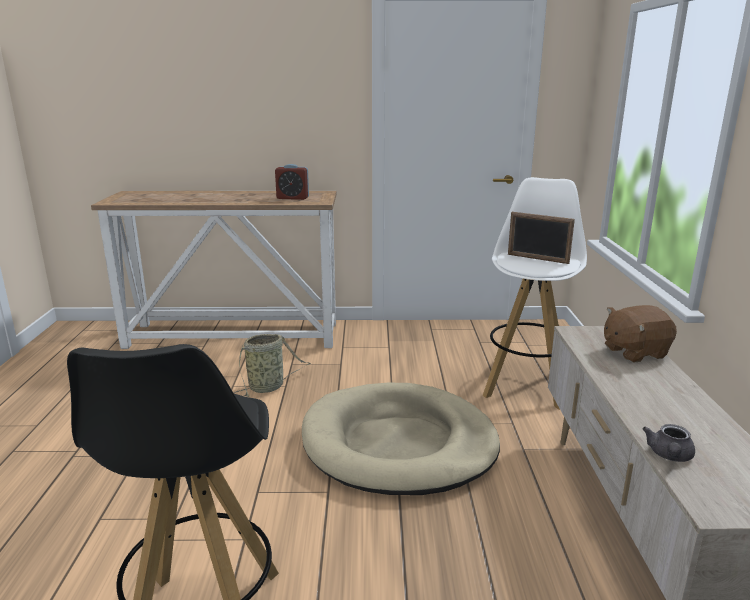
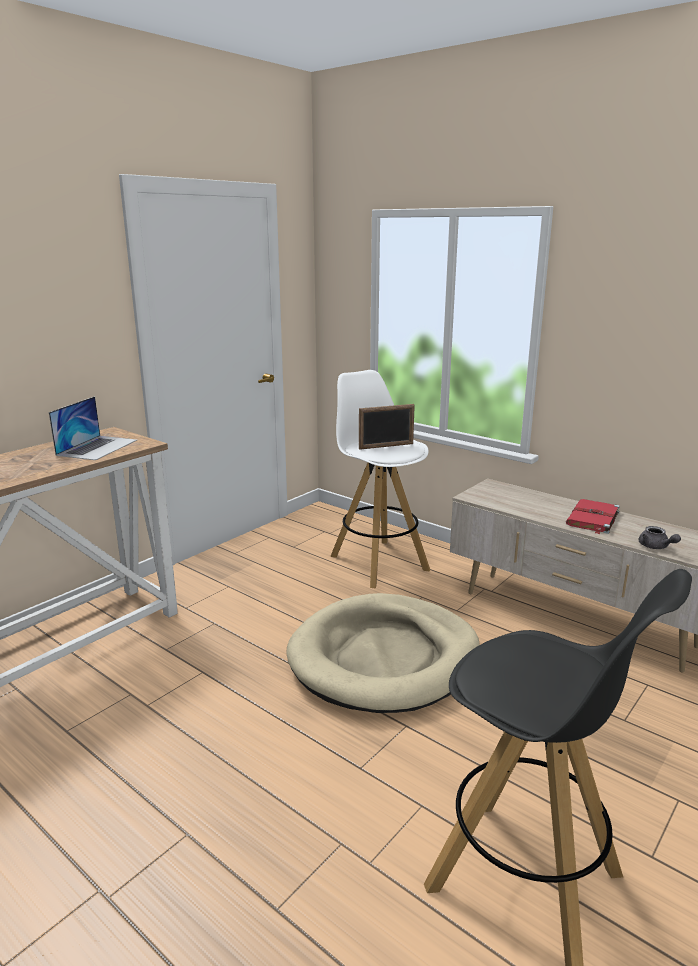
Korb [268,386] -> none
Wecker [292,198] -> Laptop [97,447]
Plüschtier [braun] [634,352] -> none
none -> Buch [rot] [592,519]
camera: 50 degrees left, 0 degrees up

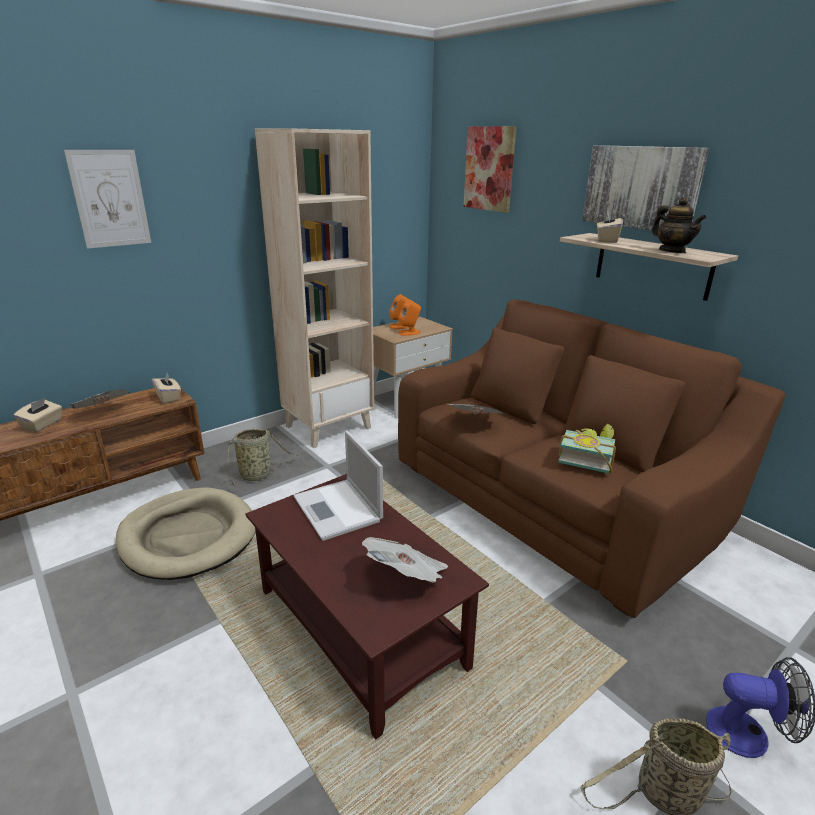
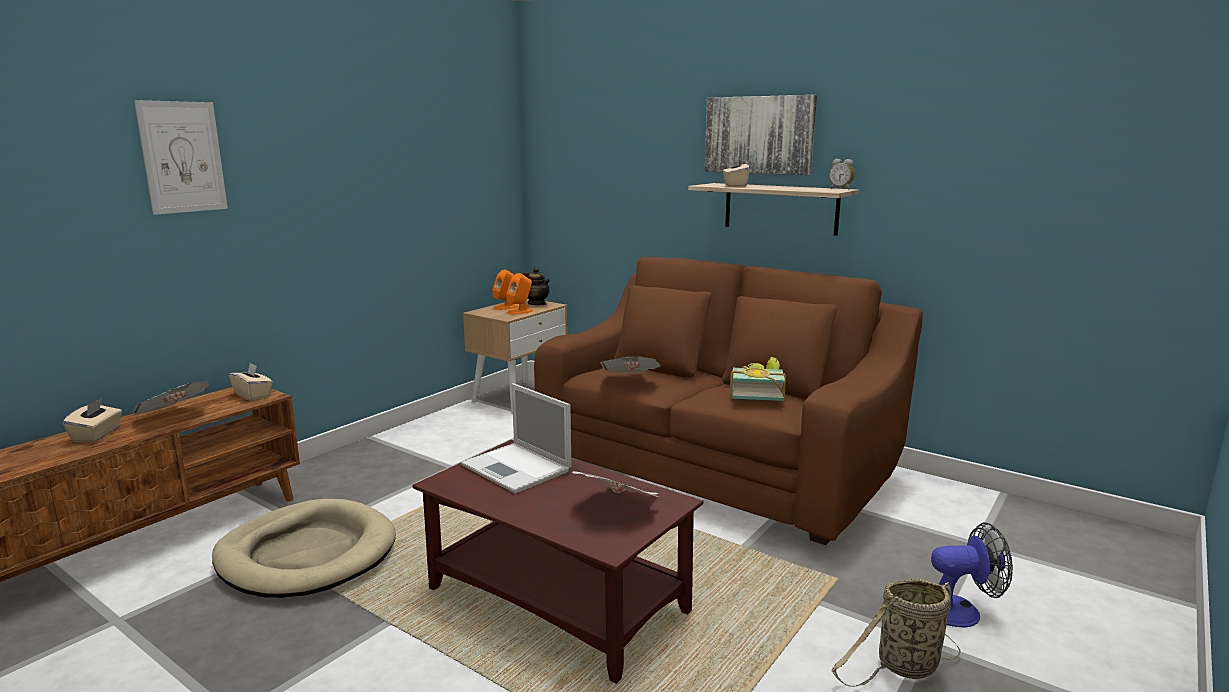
Korb [258,475] -> none
Bücherregal [beige] [328,426] -> none
Bild [489,169] -> none
Teekanne [672,251] -> Teekanne [537,304], relocated
none -> Wecker [841,189]
camera: 15 degrees left, 10 degrees down

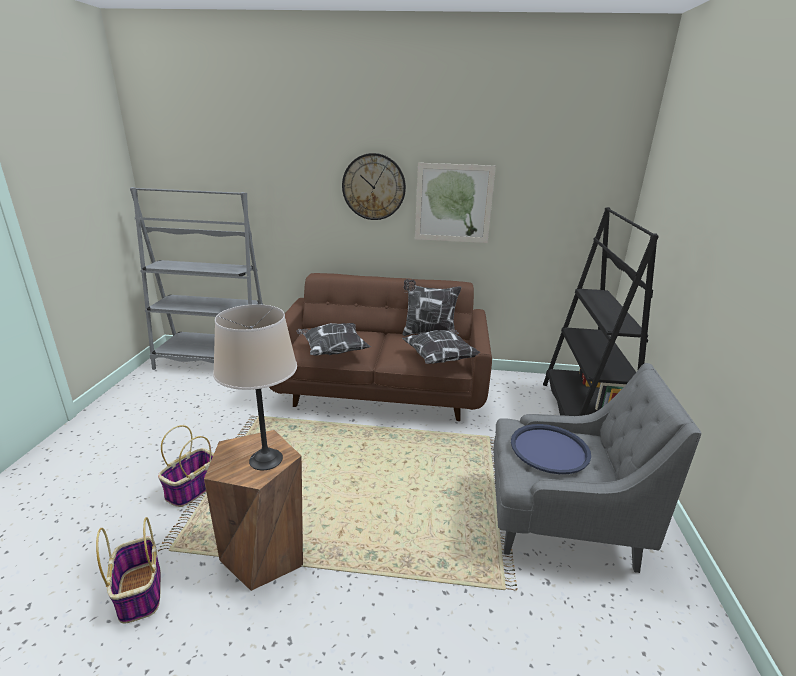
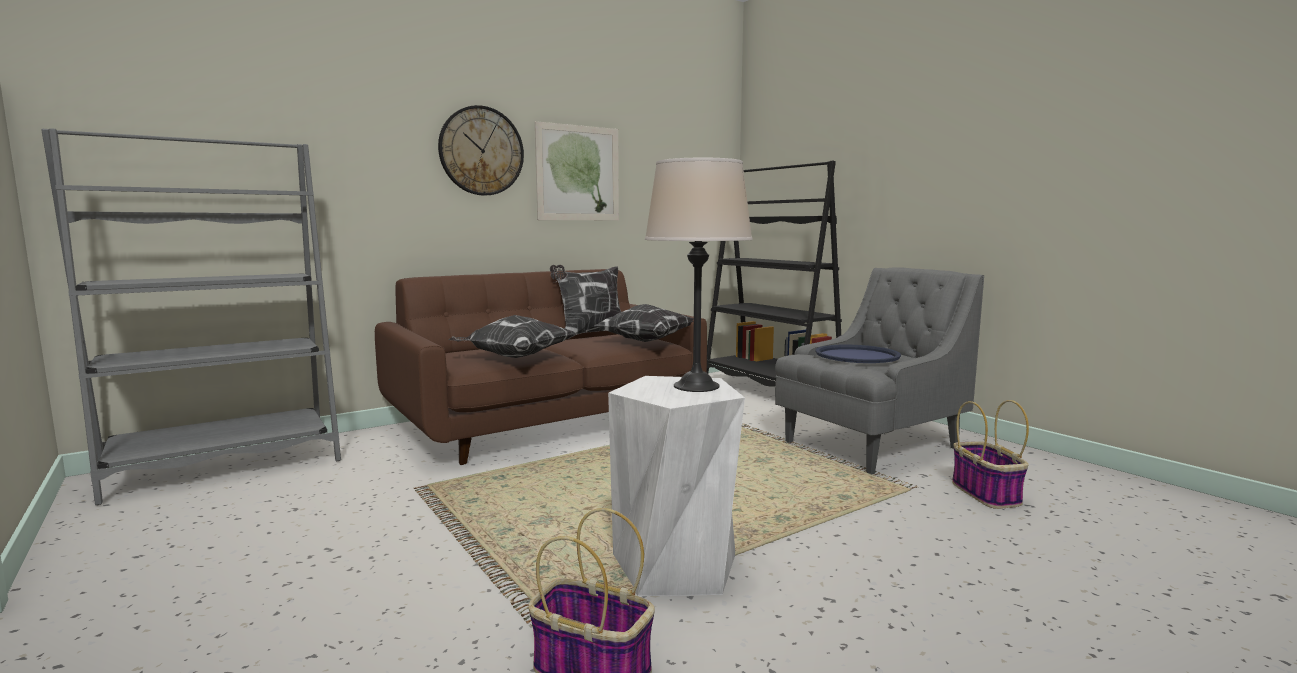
Korb [192,489] -> Korb [987,494], relocated
Hocker [braun] [265,552] -> Hocker [weiß] [676,566]
camera: 40 degrees left, 15 degrees down

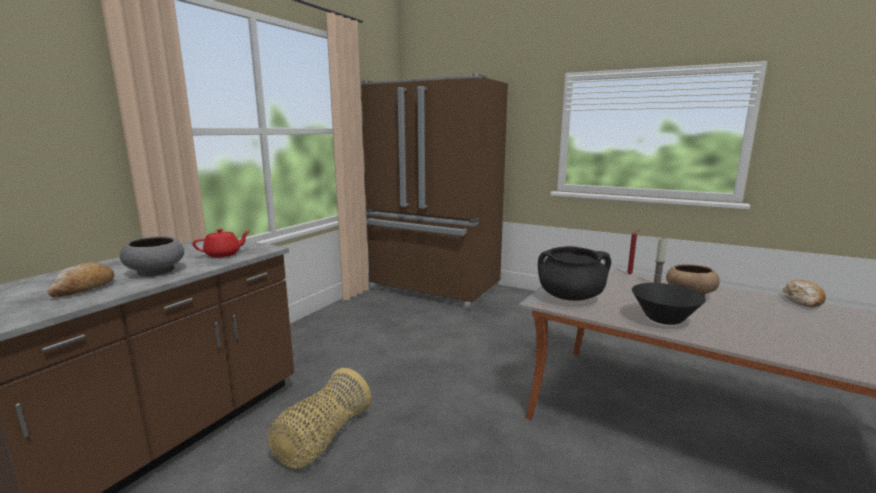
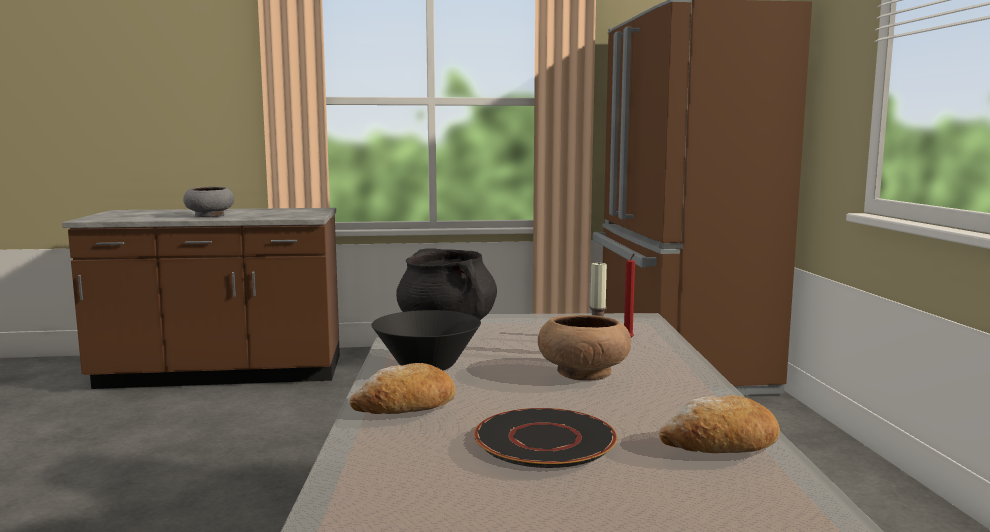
Brot [84,289] -> Brot [406,407], relocated
Teekanne [rot] [223,254] -> none
Korb [321,440] -> none
none -> Teller [schwarz] [544,439]
camera: 55 degrees right, 5 degrees down

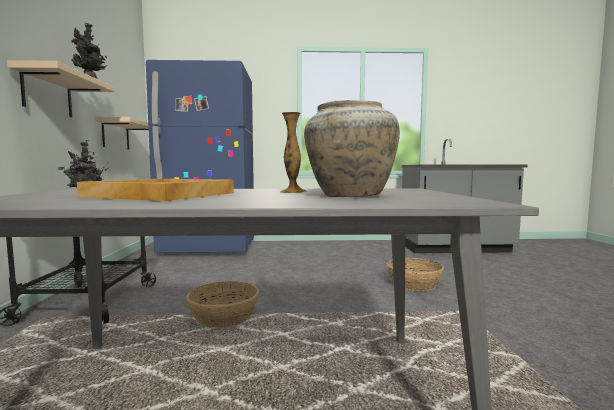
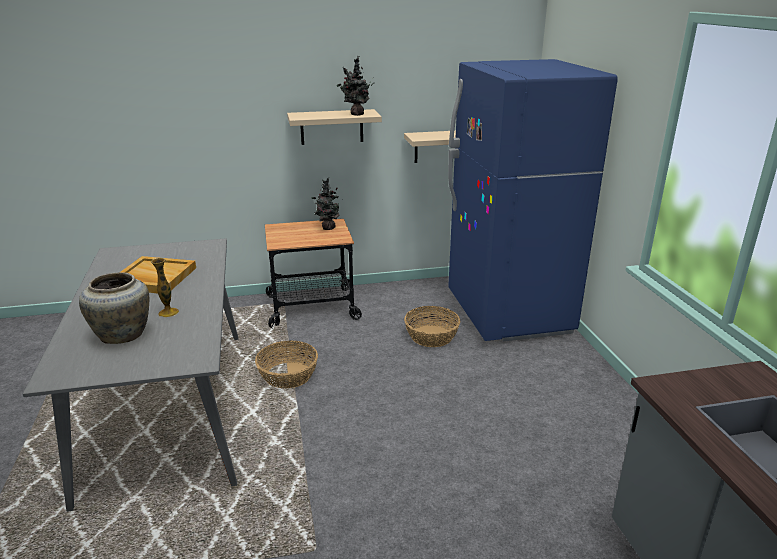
Korb [414,284] -> Korb [431,336], relocated
camera: 80 degrees right, 20 degrees up

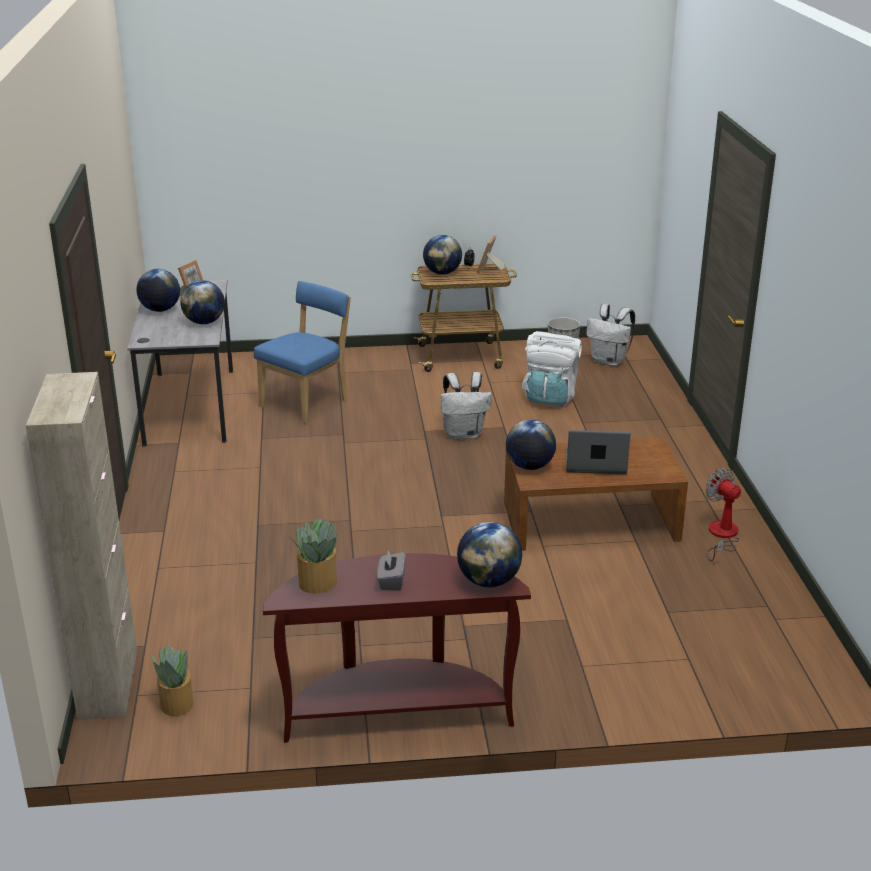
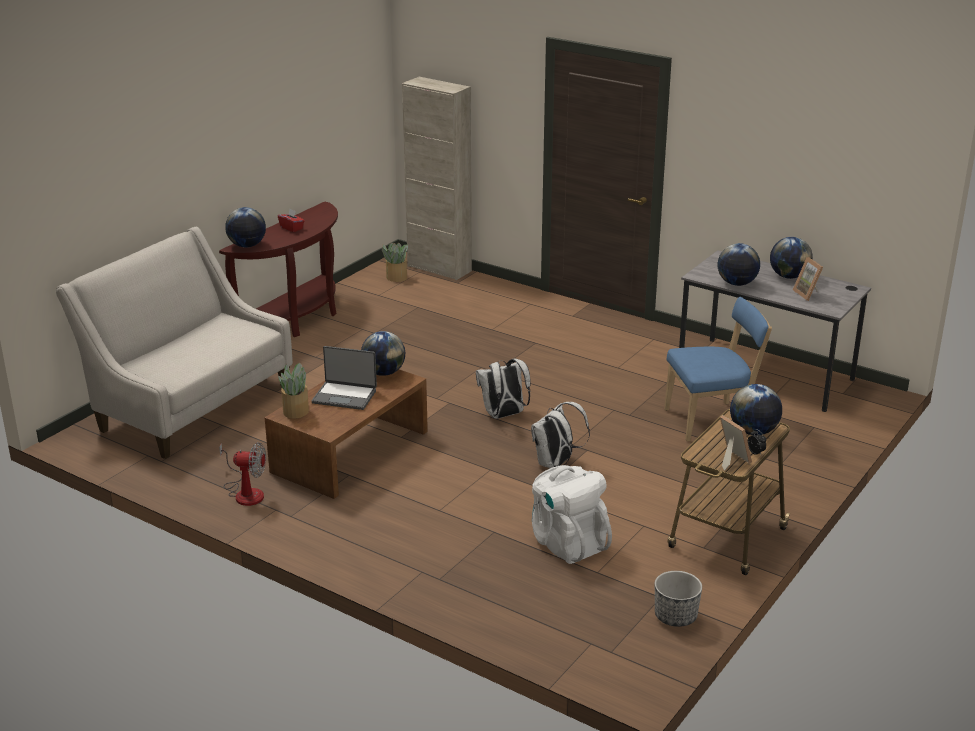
Stuhl [blau] [307,402] -> Stuhl [blau] [711,421], 90 degrees counterclockwise
Topfpflanze [317,583] -> Topfpflanze [296,411], relocated
Taschentuchbox [grau] [391,581] -> Taschentuchbox [rot] [291,228]
Laptop [595,464] -> Laptop [345,396], 60 degrees clockwise
Rucksack [weiß] [609,361] -> Rucksack [weiß] [503,415], relocated
none -> Sofa [beige] [189,404]
camera: 130 degrees right, 0 degrees up

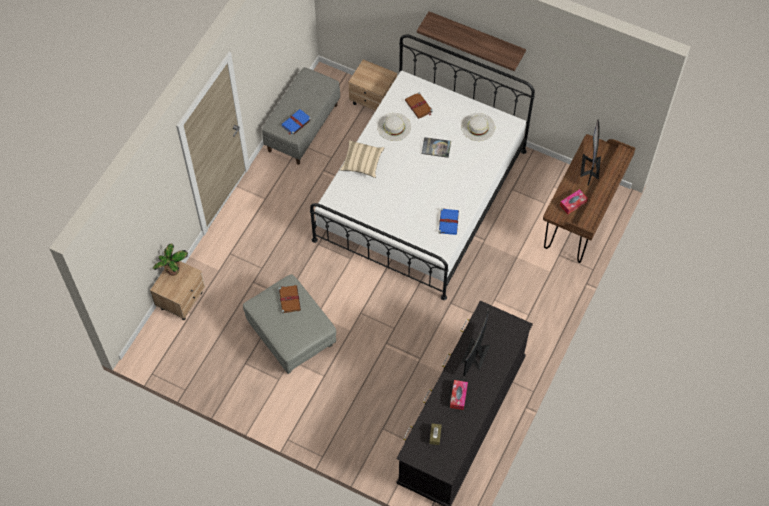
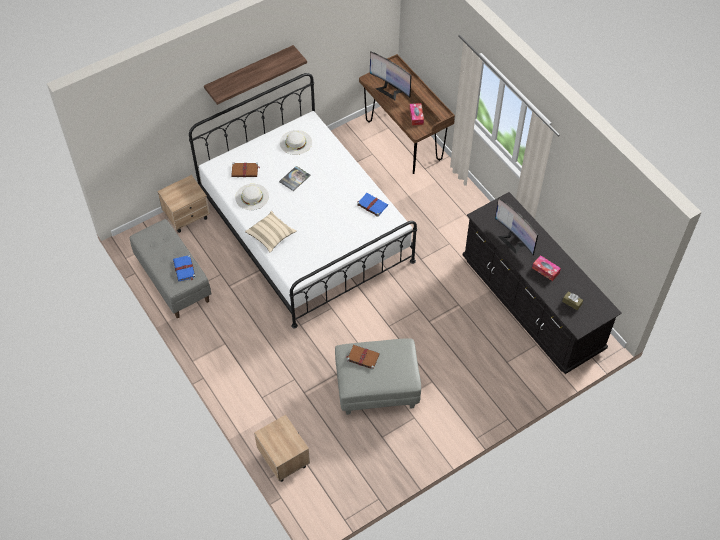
Topfpflanze [173,271] -> none
camera: 60 degrees left, 5 degrees down

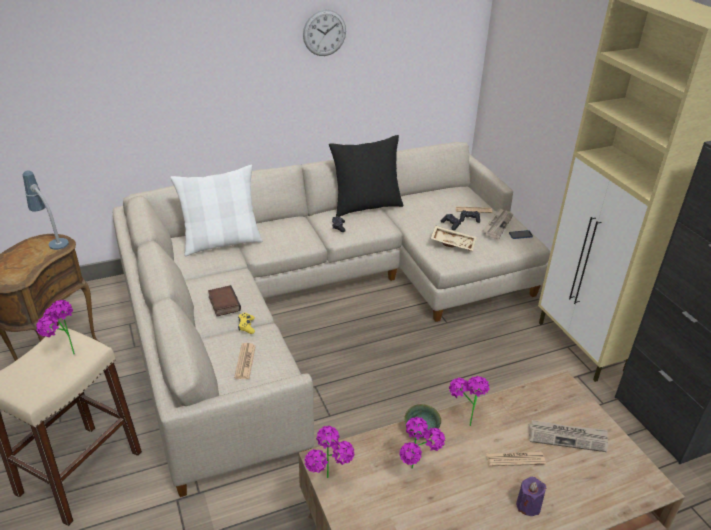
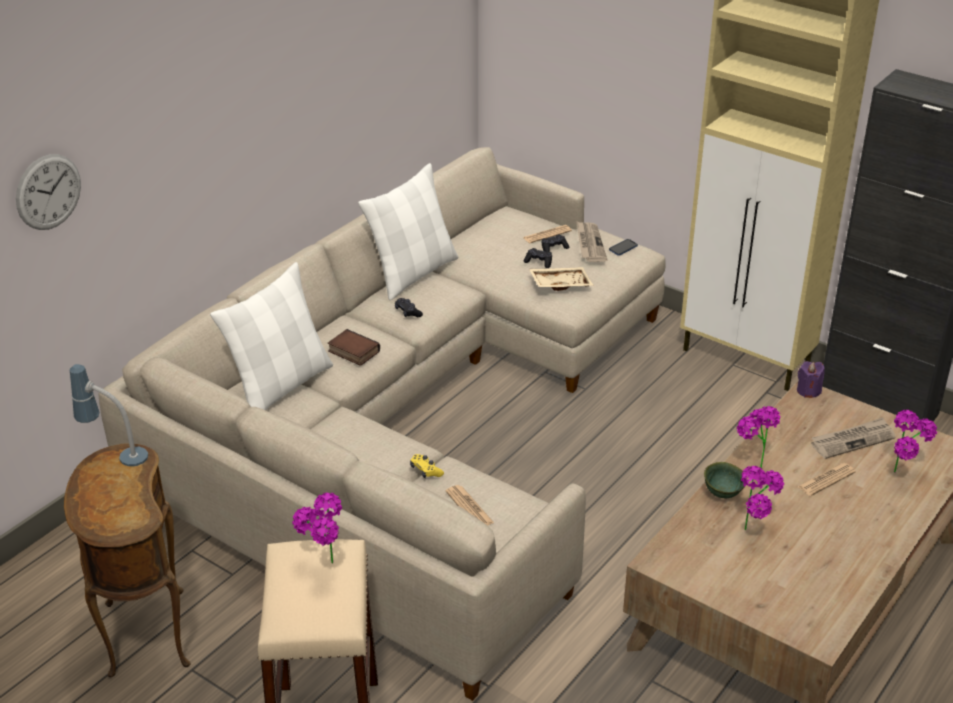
Buch [223,303] -> Buch [352,352], relocated
Wanduhr [324,33] -> Wanduhr [48,192], relocated
Topfpflanze [329,484] -> Topfpflanze [903,476], relocated
Kissen [schwarz] [366,206] -> Kissen [weiß] [413,273]
Kerze [lila] [528,505] -> Kerze [lila] [808,391], relocated
camera: 30 degrees left, 0 degrees up

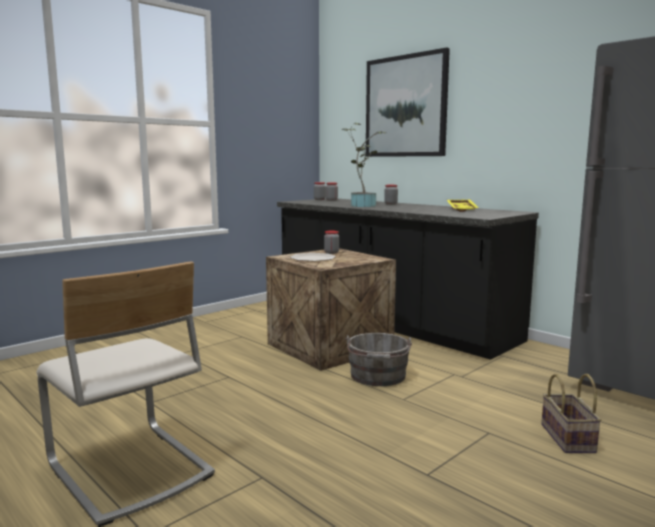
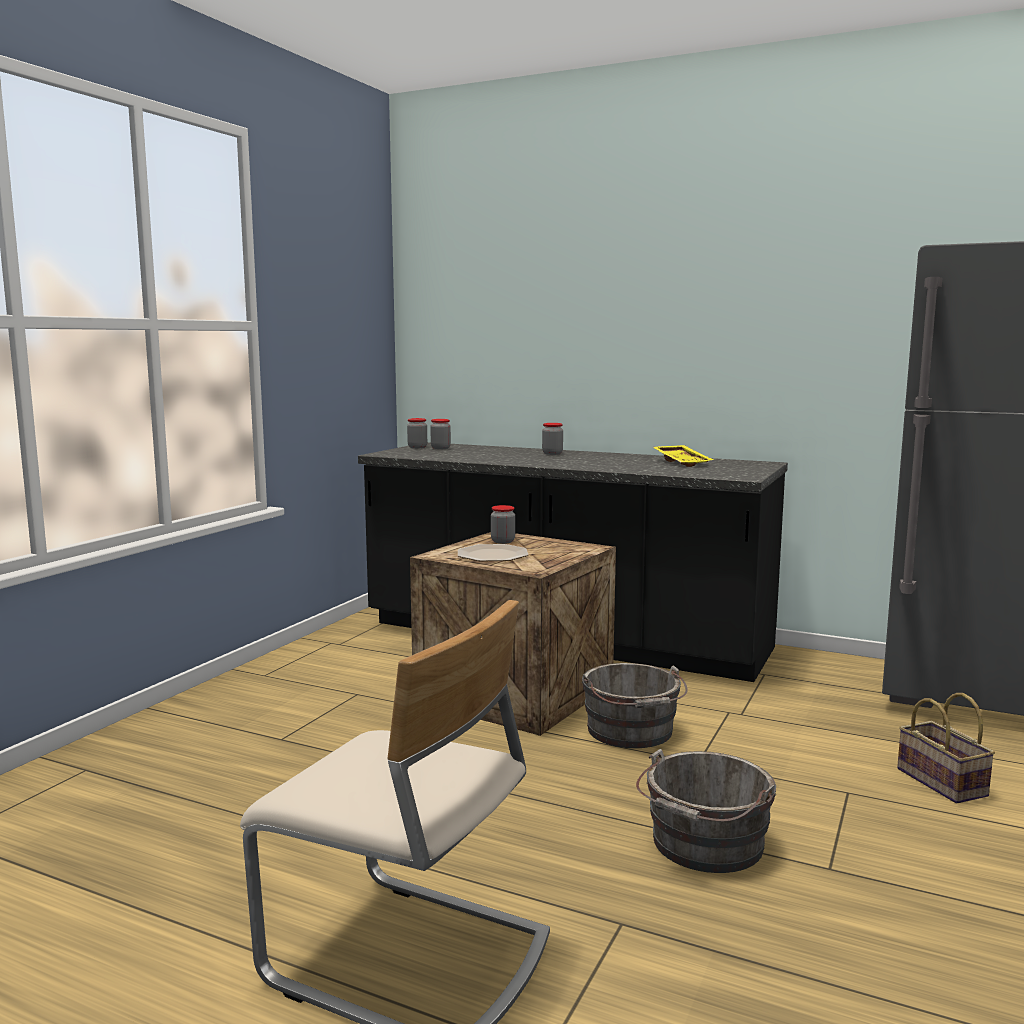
Topfpflanze [363,205] -> none
Bild [405,106] -> none
none -> Eimer [grau] [704,846]
camera: 20 degrees left, 0 degrees up

